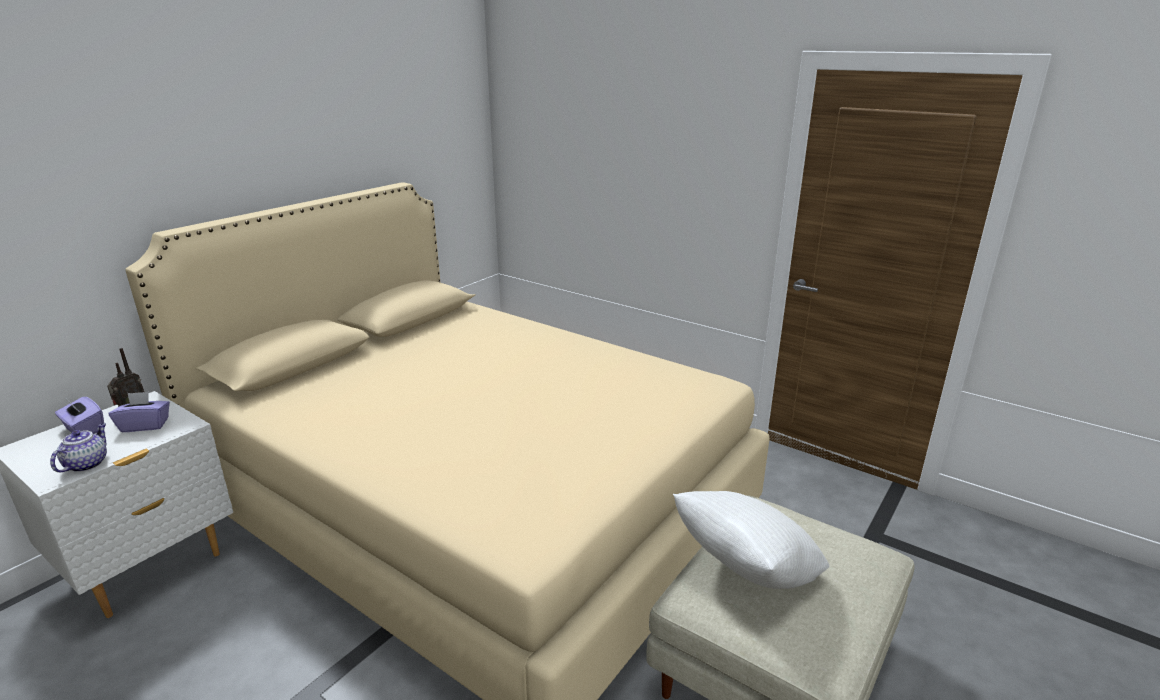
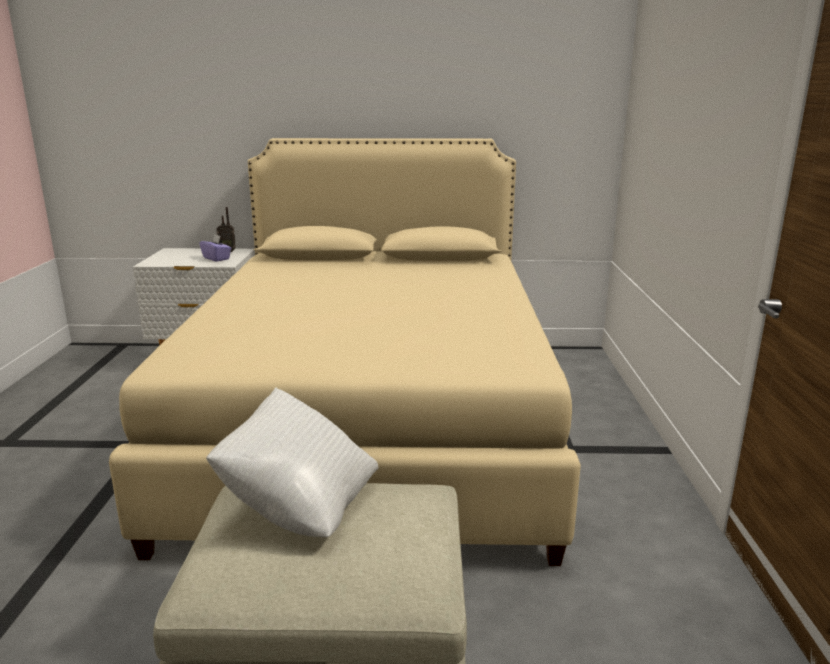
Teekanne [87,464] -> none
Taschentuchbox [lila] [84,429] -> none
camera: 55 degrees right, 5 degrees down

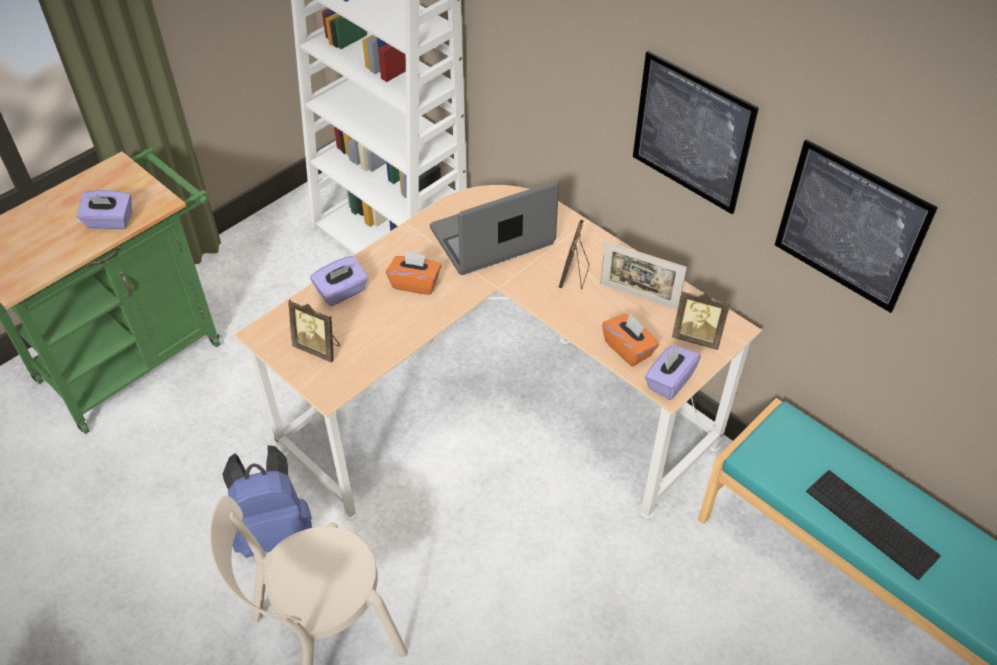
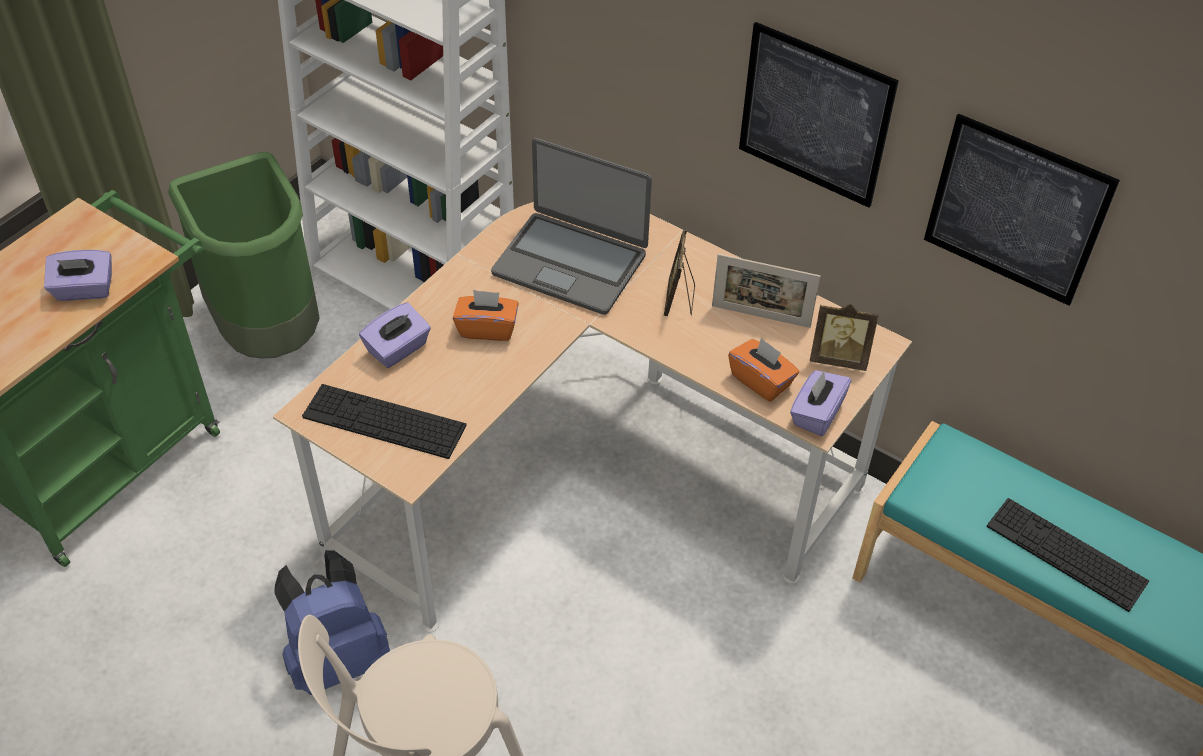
Bilderrahmen [318,348] -> Tastatur [384,421]
Laptop [492,238] -> Laptop [570,263], 120 degrees counterclockwise
none -> Mülleimer [grün] [271,333]
camera: 10 degrees left, 0 degrees up

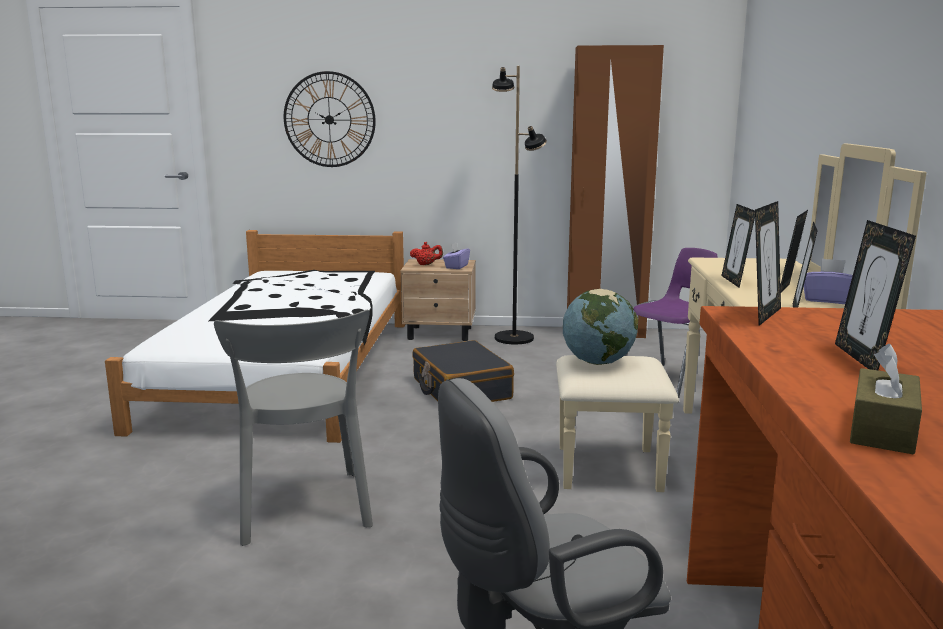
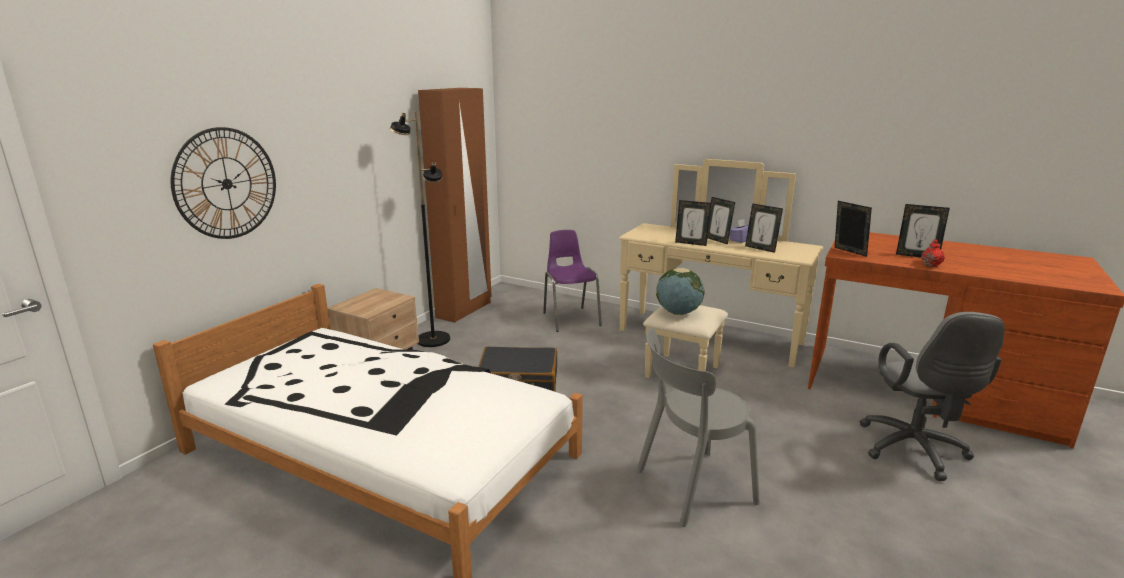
Stuhl [grau] [304,510] -> Stuhl [grau] [690,488], 150 degrees clockwise
Teekanne [rot] [426,264] -> Teekanne [rot] [931,265], relocated
Taschentuchbox [lila] [456,266] -> none
Taschentuchbox [braun] [882,429] -> none
camera: 65 degrees left, 5 degrees up

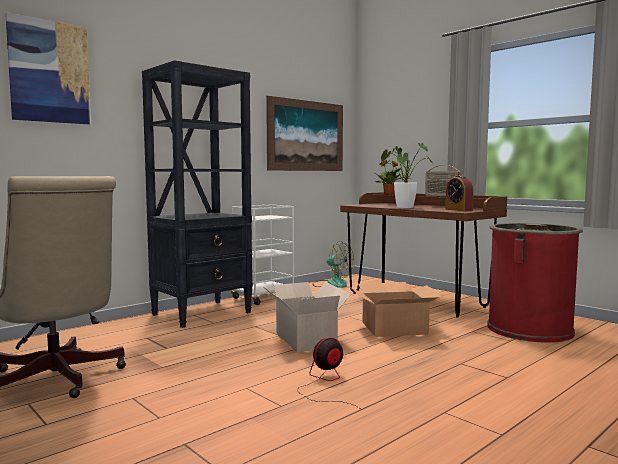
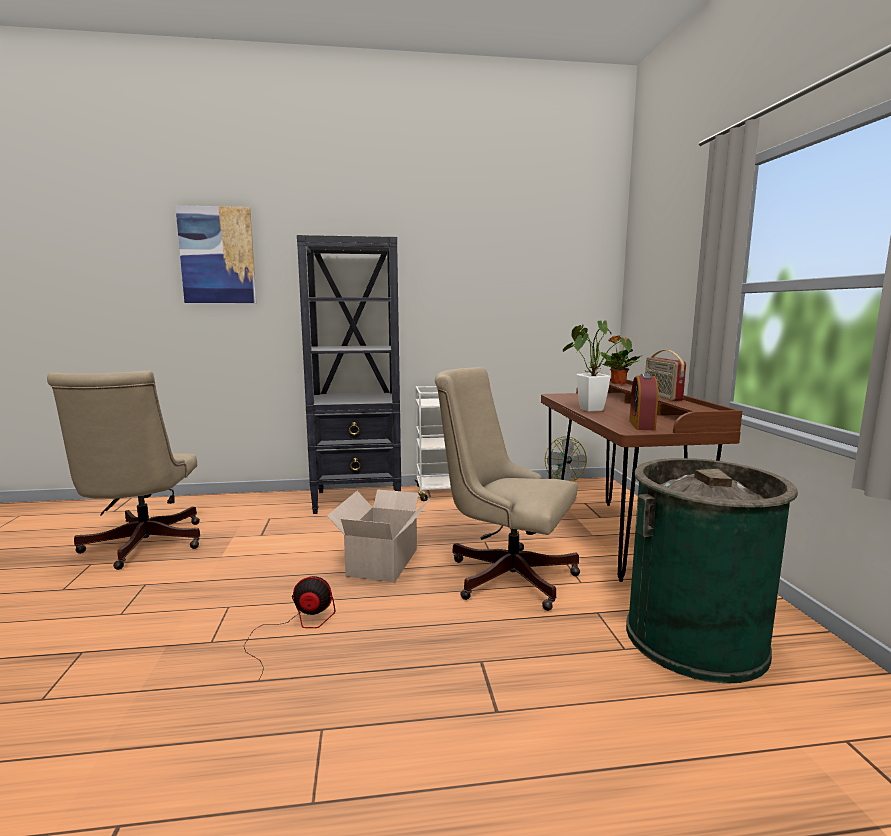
Bild [306,136] -> none
Karton [393,328] -> Bürostuhl [beige] [504,574]
Mülleimer [rot] [529,329] -> Mülleimer [grün] [695,638]
camera: 35 degrees right, 5 degrees up

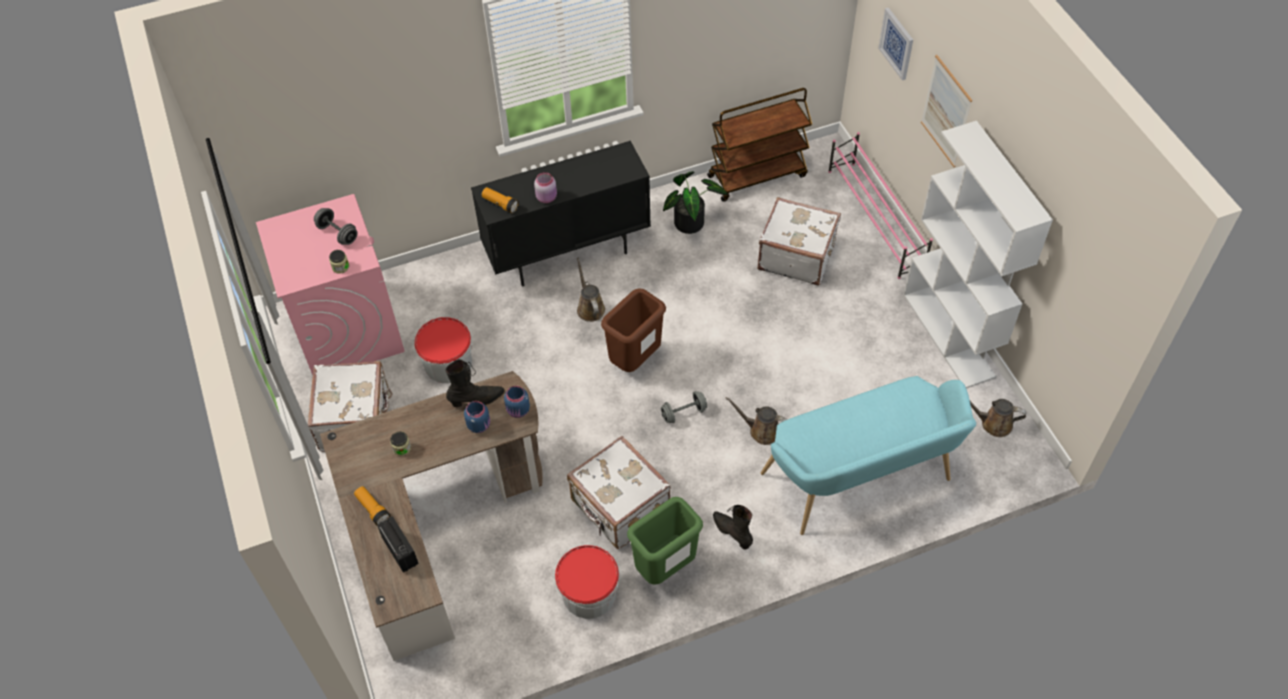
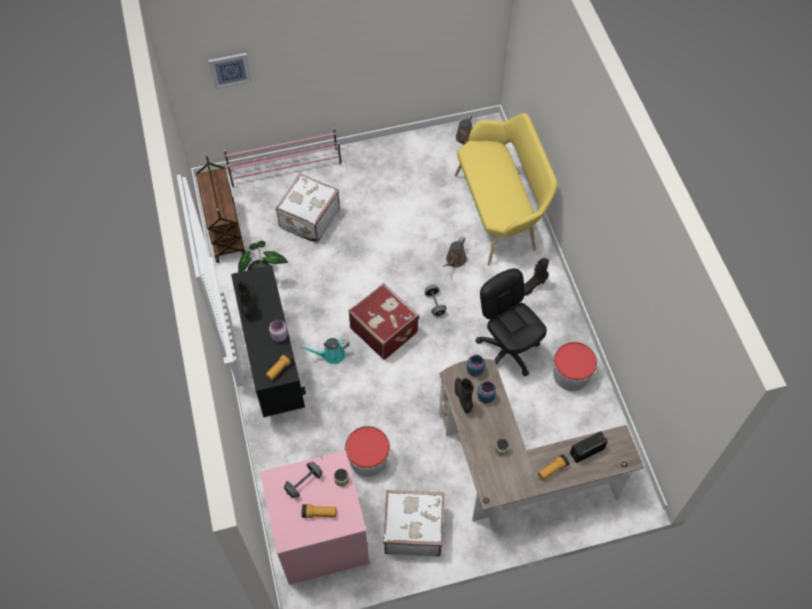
Koffer [weiß] [619,508] -> Bürostuhl [schwarz] [507,351]
Gießkanne [braun] [590,307] -> Gießkanne [türkis] [331,355]
Mülleimer [braun] [635,359] -> Koffer [rot] [384,329]
Mülleimer [grün] [665,568] -> none
Bank [türkis] [861,482] -> Bank [gelb] [500,212]
Bücherregal [weiß] [949,335] -> none
Bild [946,111] -> none
none -> Stiefel [schwarz] [249,304]
none -> Taschenlampe [319,513]
camera: 85 degrees left, 5 degrees up

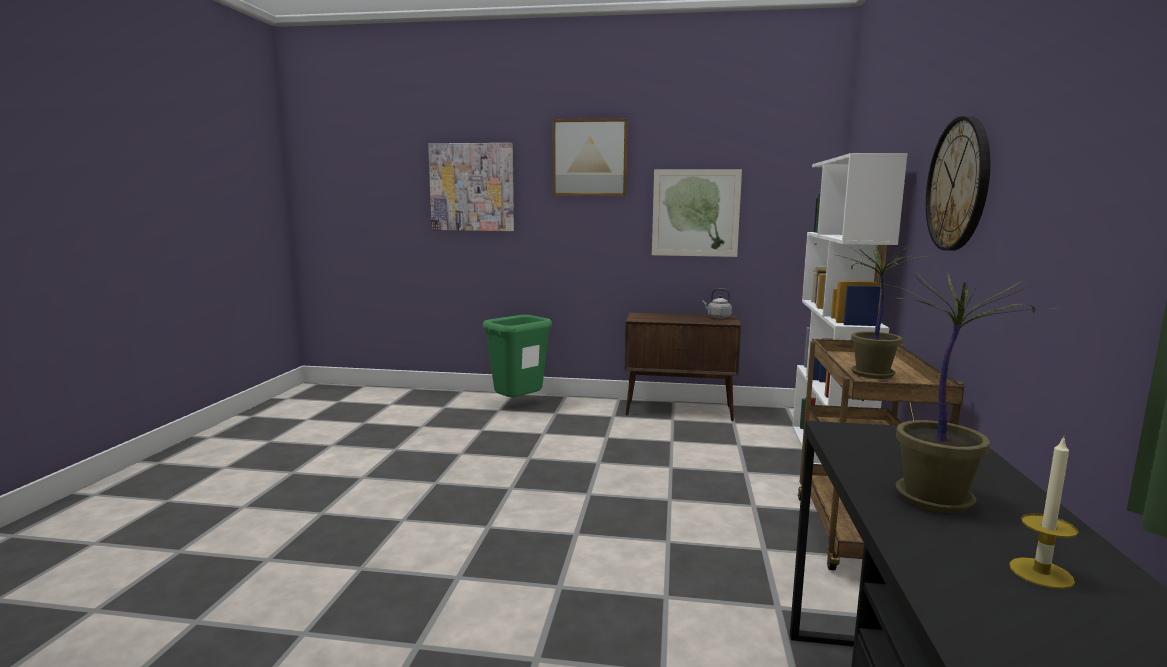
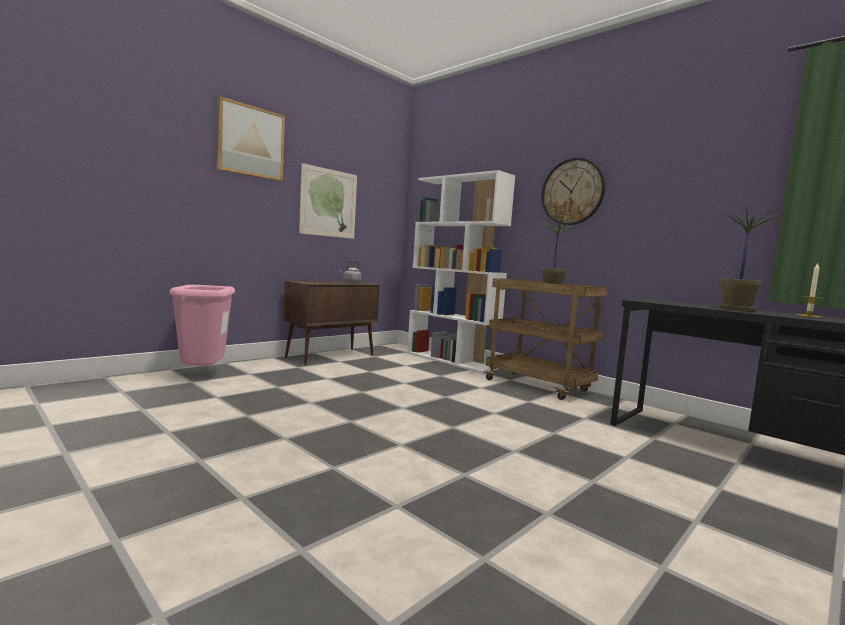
Bild [472,187] -> none
Mülleimer [grün] [519,406] -> Mülleimer [rosa] [203,375]
camera: 55 degrees left, 5 degrees down

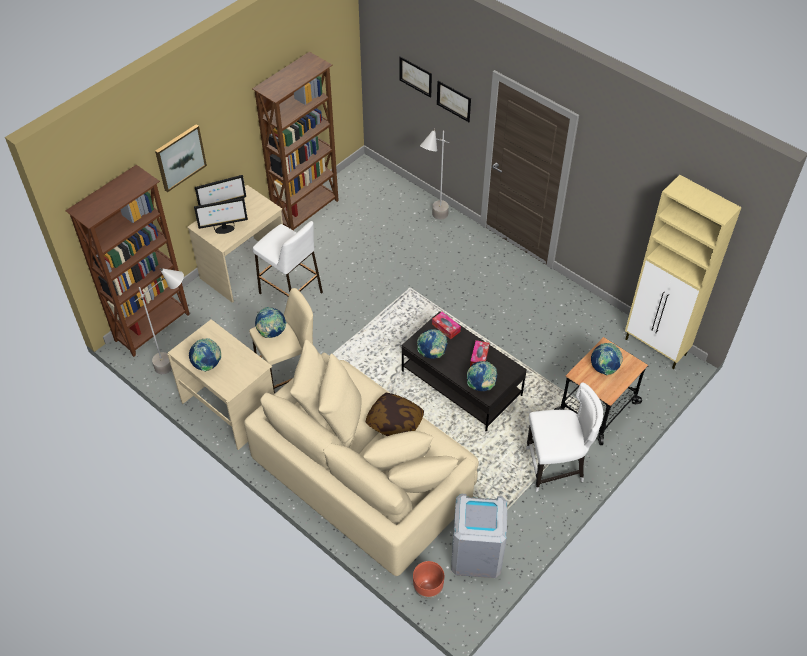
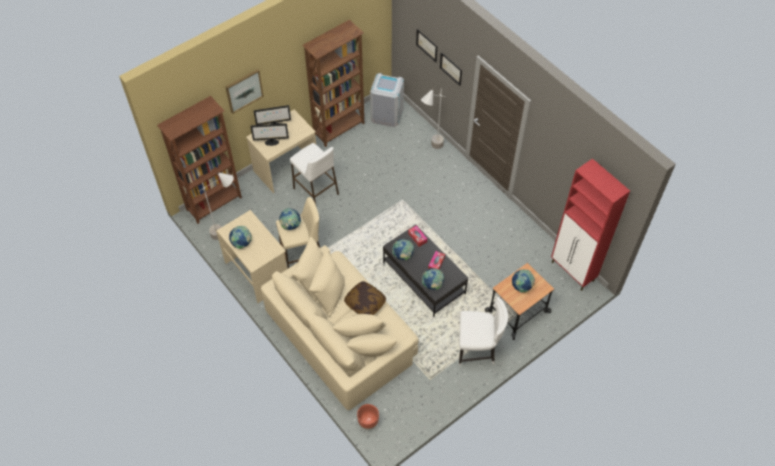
Mülleimer [grau] [476,554] -> Mülleimer [grau] [387,114], relocated
Schrank [beige] [656,347] -> Schrank [rot] [573,272]
camera: 10 degrees right, 5 degrees up

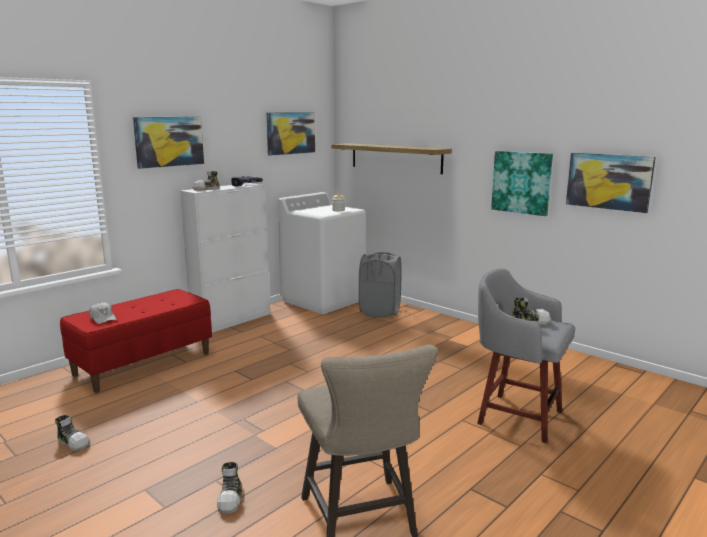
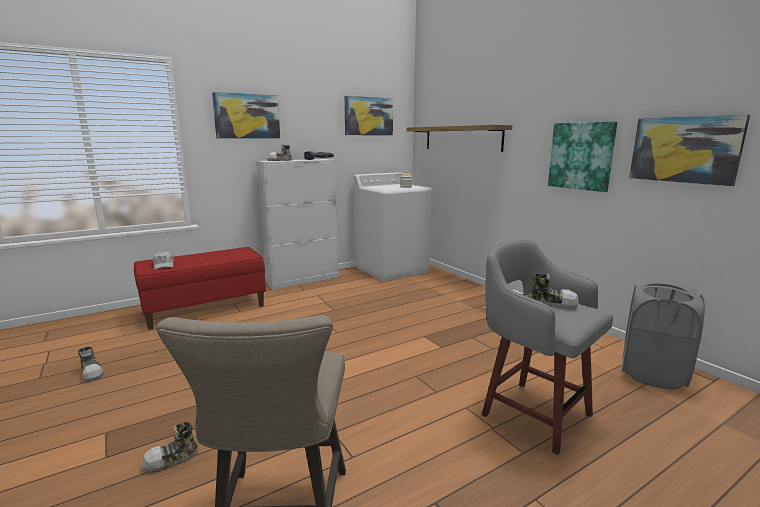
Schuh [231,498] -> Schuh [172,459], 45 degrees clockwise
Wäschekorb [grau] [380,311] -> Wäschekorb [grau] [652,374], relocated
camera: 15 degrees right, 0 degrees up

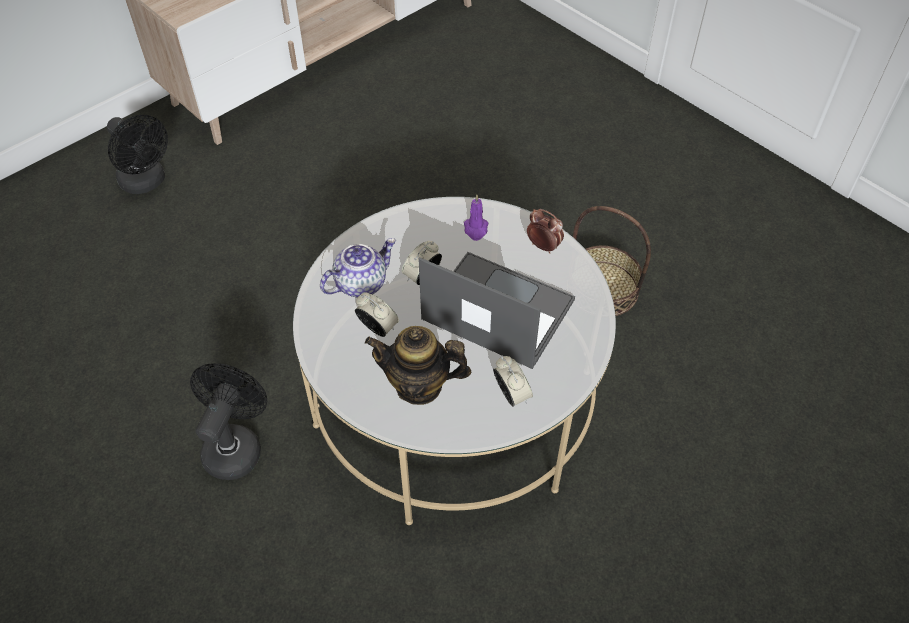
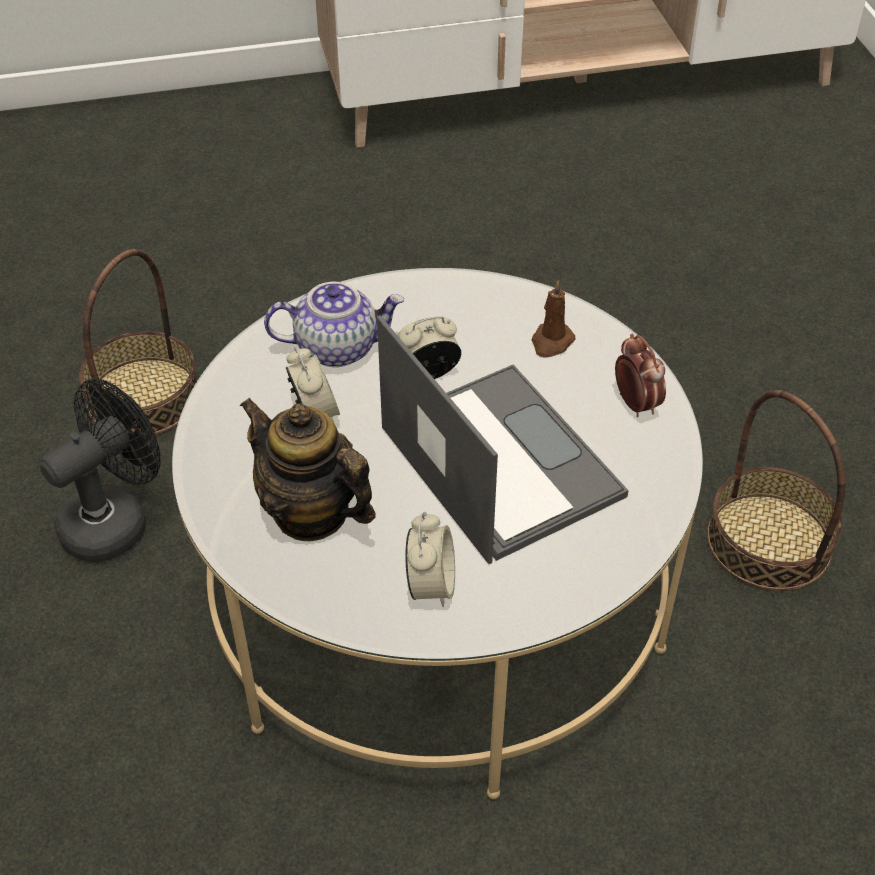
Ventilator [schwarz] [147,182] -> none
Kerze [lila] [476,229] -> Kerze [braun] [551,342]
none -> Korb [143,397]
camera: 30 degrees right, 5 degrees down

